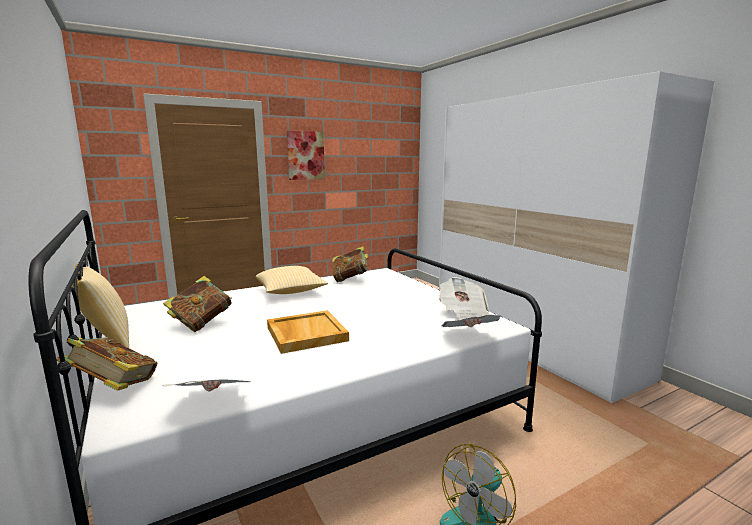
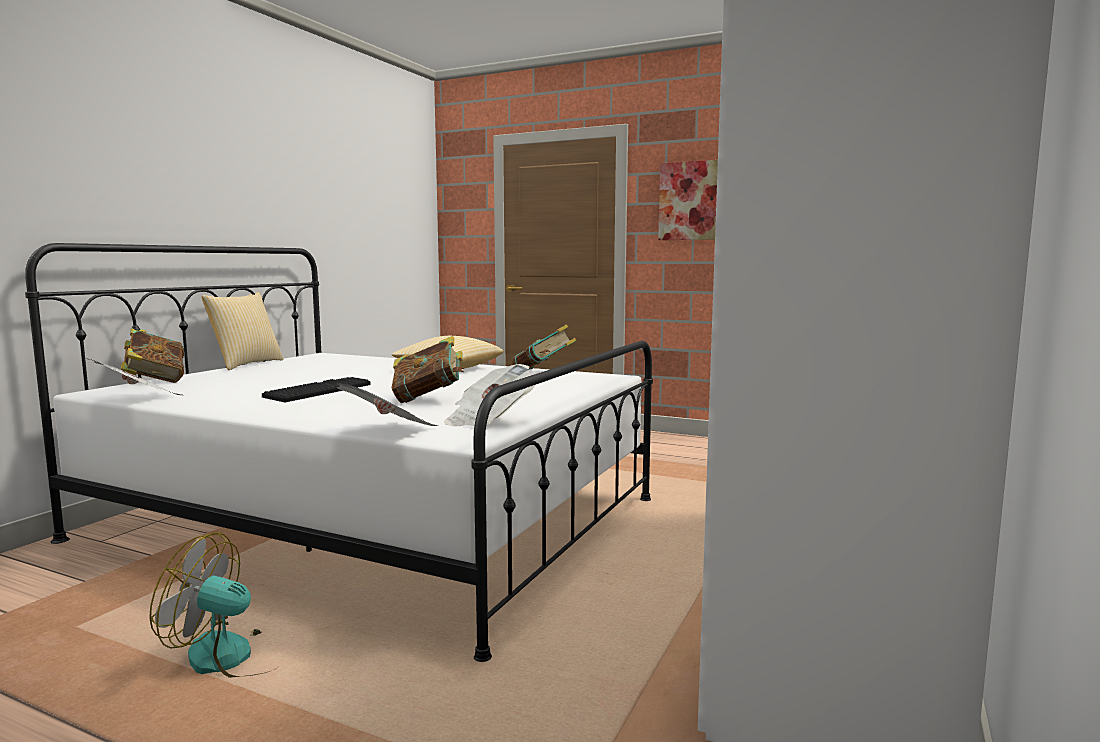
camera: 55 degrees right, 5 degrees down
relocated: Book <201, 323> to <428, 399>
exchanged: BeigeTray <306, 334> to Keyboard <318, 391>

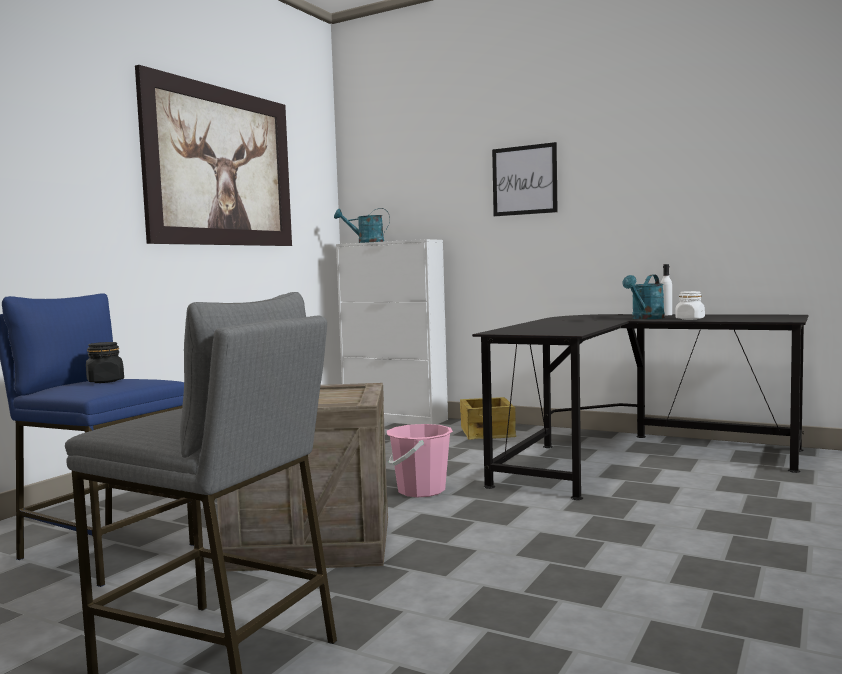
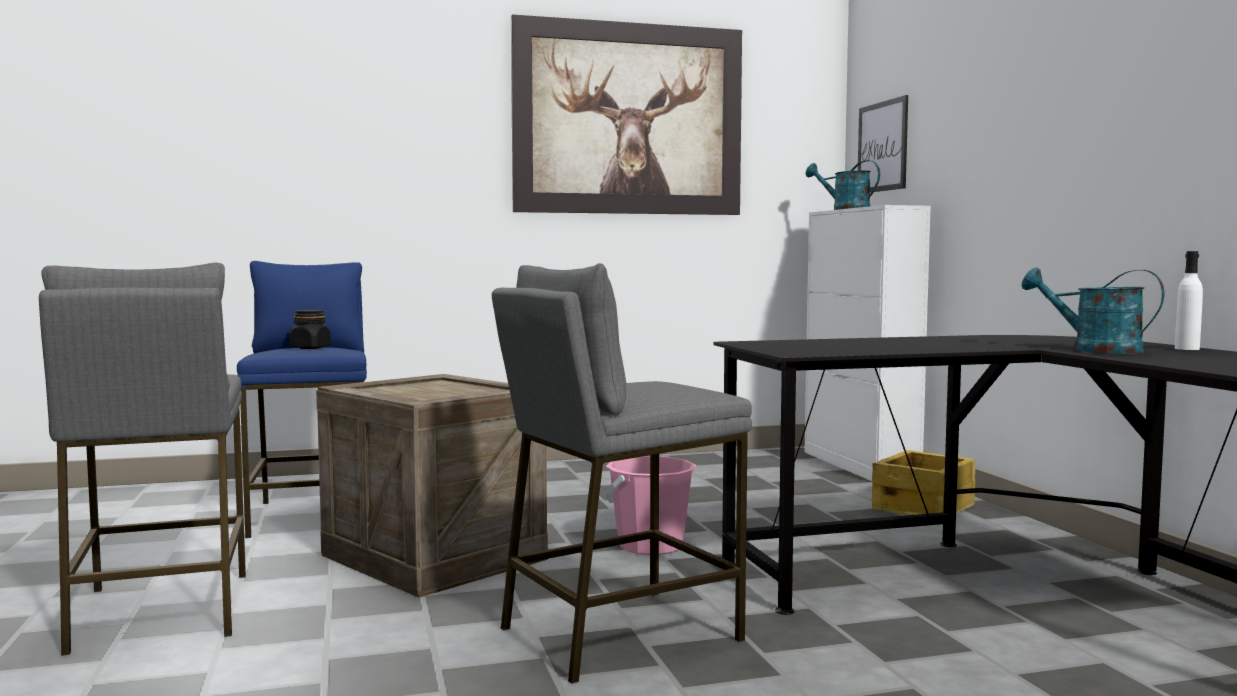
camera: 45 degrees right, 0 degrees up
missing: WhiteJar <690, 319>
appeared: GreyStool <618, 633>
relocated: Picture <524, 180> to <882, 146>
spun: TurquoiseWateringCan <645, 318> = <1094, 349> 45 degrees clockwise

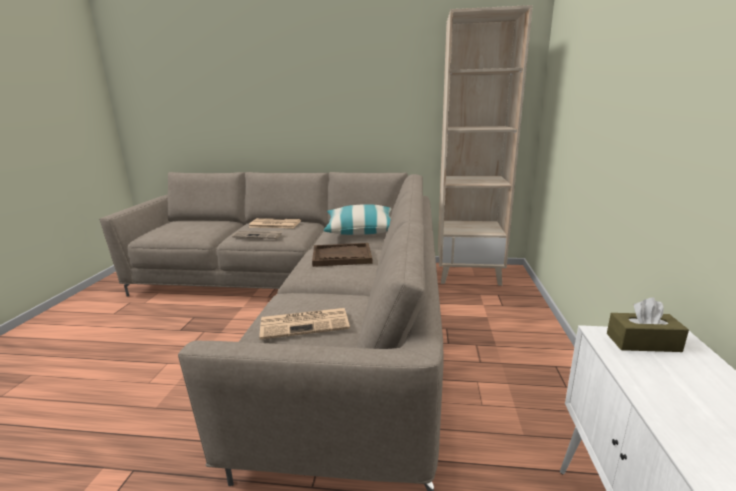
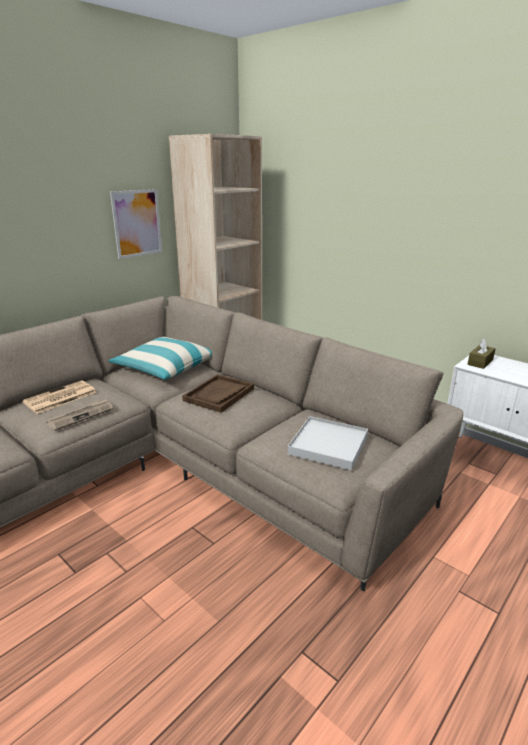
camera: 55 degrees left, 5 degrees up
appeared: Picture <137, 223>
exchanged: Newspaper <306, 323> to WhiteTray <328, 445>

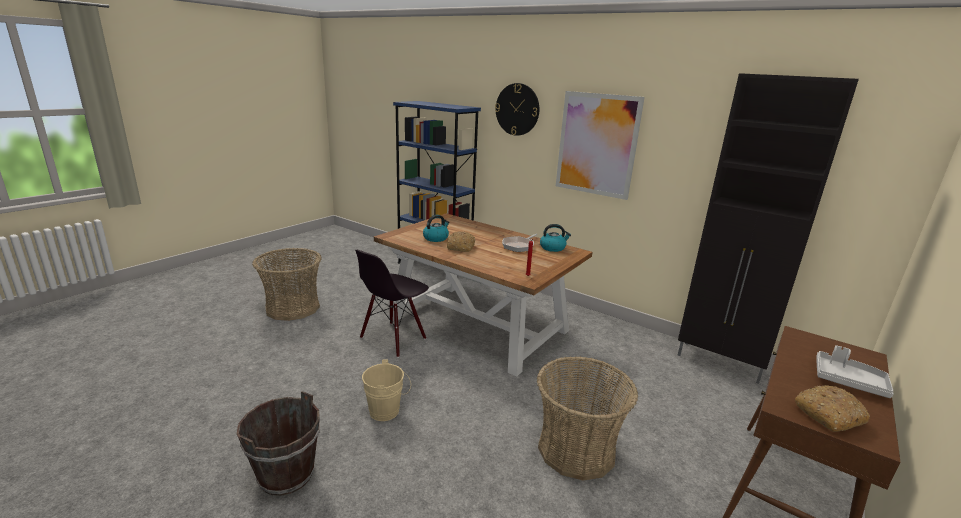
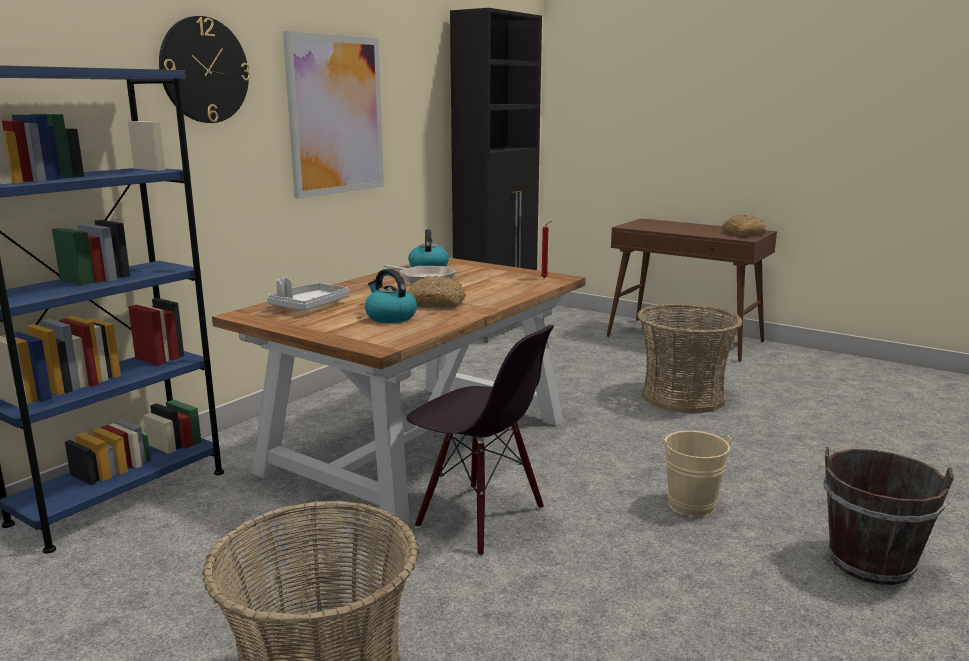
camera: 90 degrees left, 5 degrees down
relocated: GreyTray <848, 381> to <309, 306>

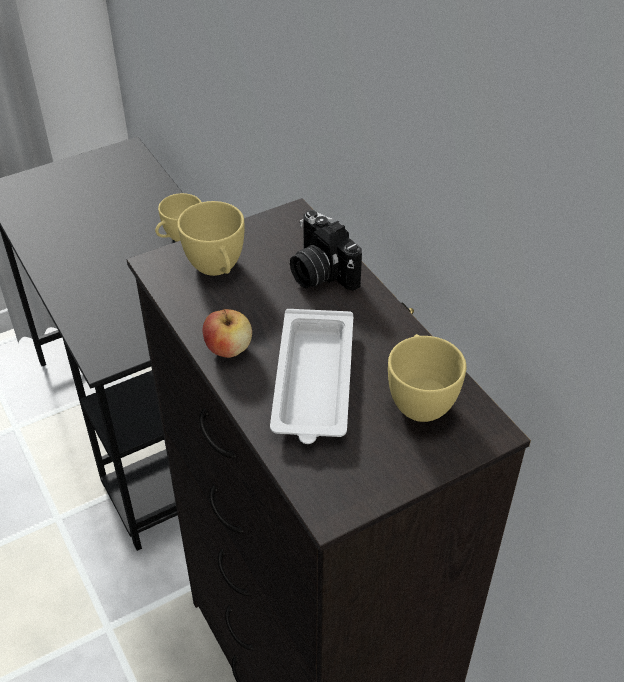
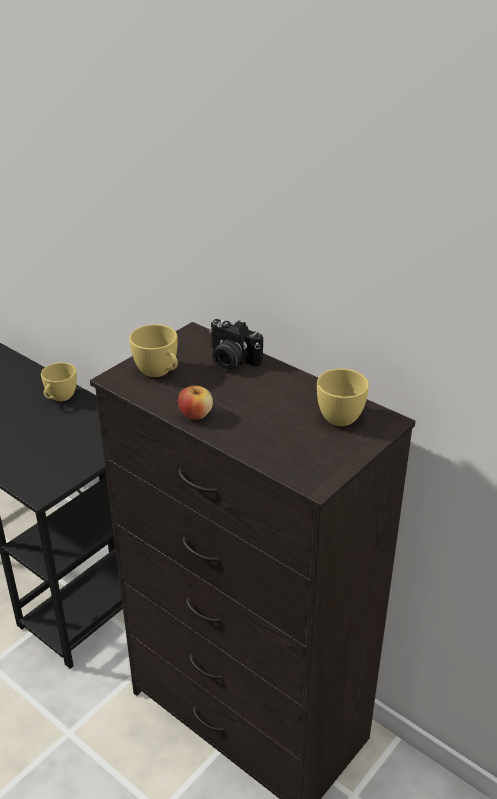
camera: 20 degrees left, 10 degrees down
missing: WhiteTray <313, 382>

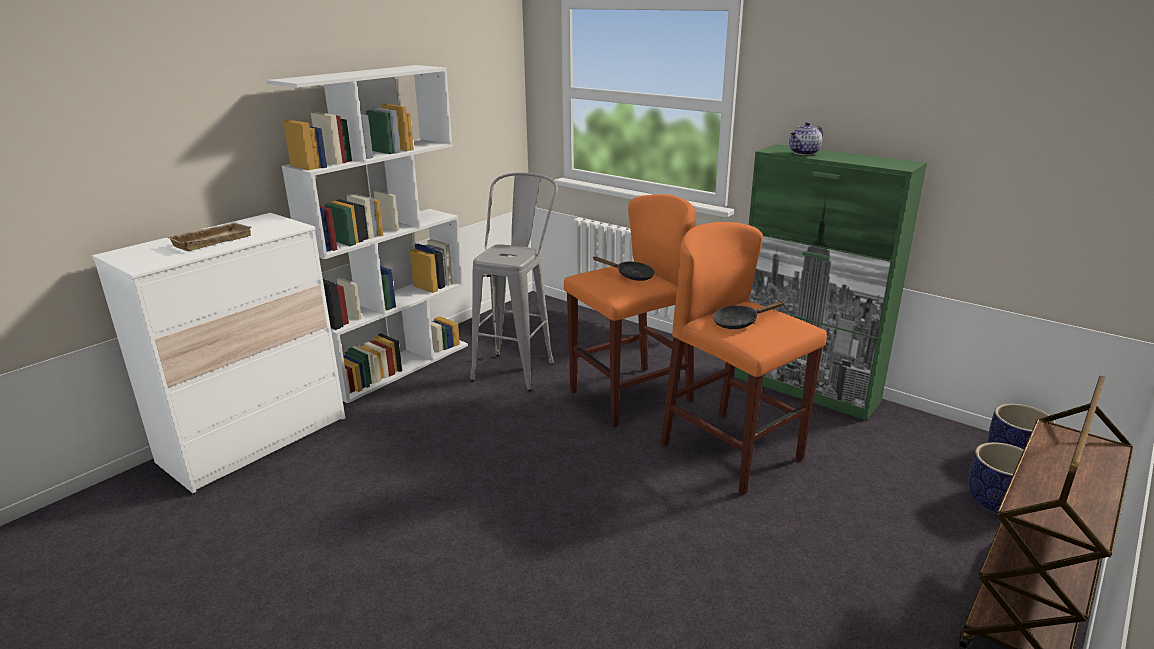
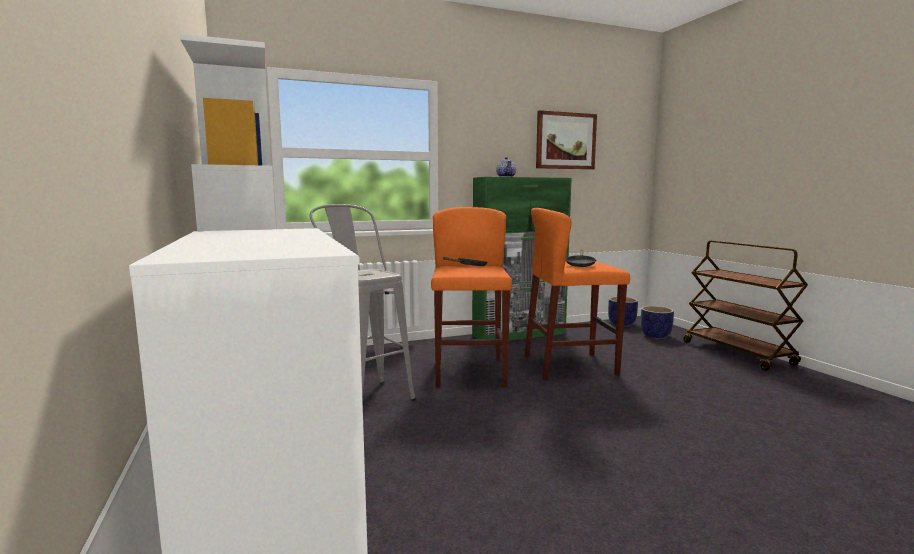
camera: 60 degrees left, 15 degrees down
missing: BeigeTray <211, 240>
appeared: Picture <565, 141>

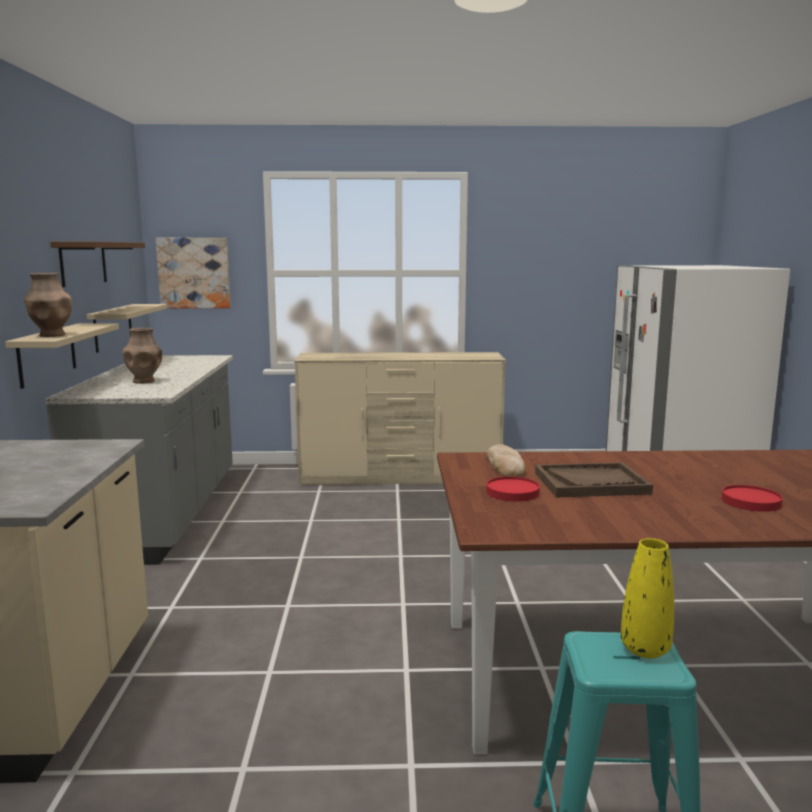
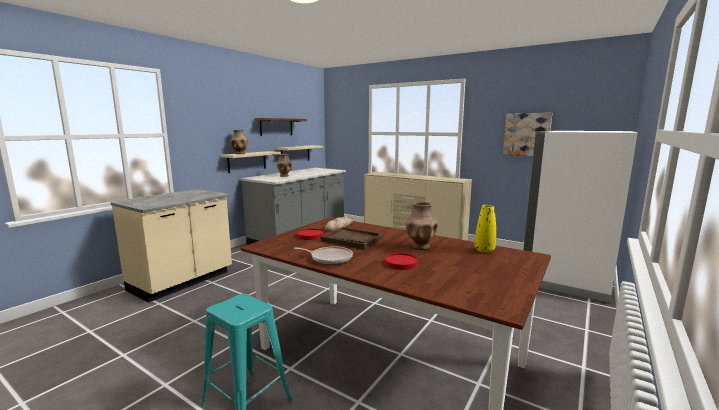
camera: 35 degrees right, 0 degrees up
appeared: FryingPan <329, 258>; BrownVase <421, 247>
relocated: YellowVase <645, 649> to <484, 250>; Picture <194, 273> to <526, 134>

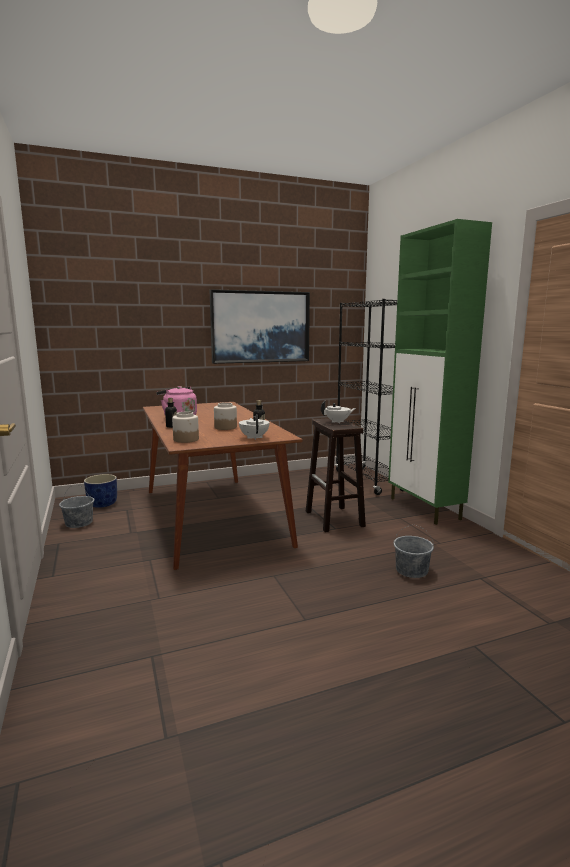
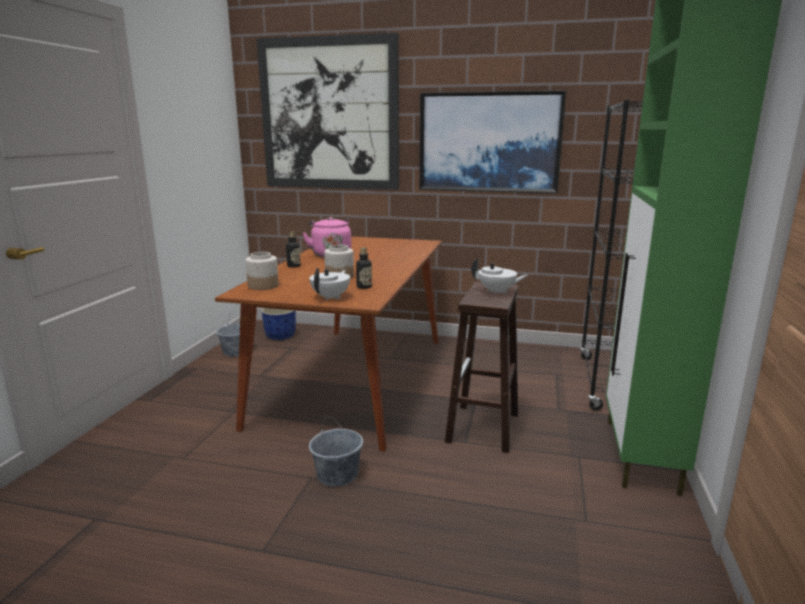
camera: 35 degrees right, 5 degrees up
appeared: Picture <329, 114>
relocated: GreyBucket <412, 570> to <337, 475>

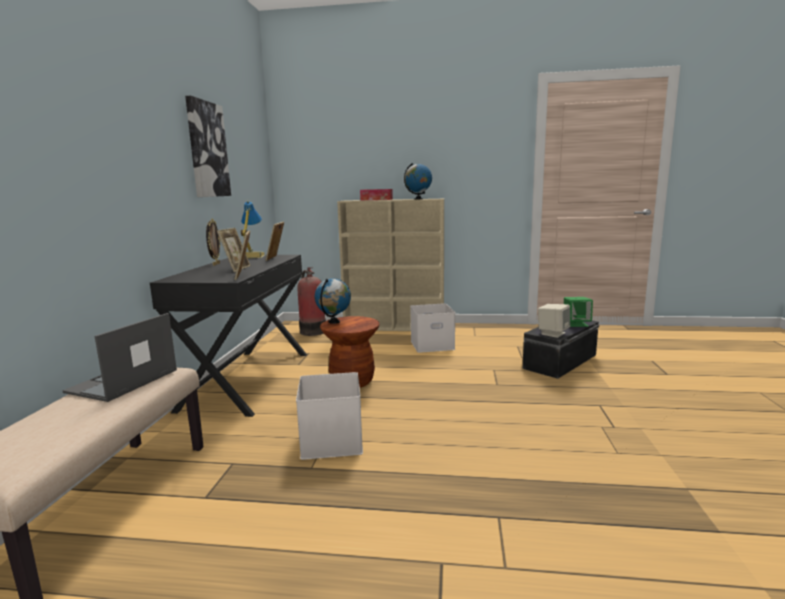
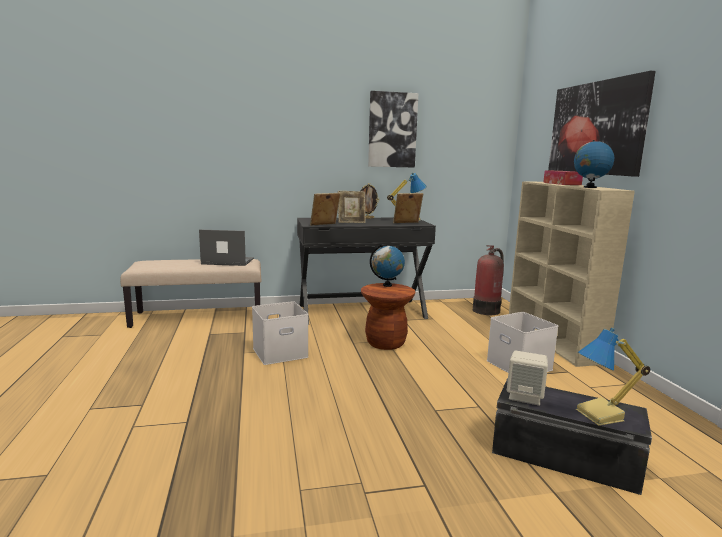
camera: 70 degrees right, 0 degrees up
appeared: Picture <596, 128>
exchanged: GreenSpeaker <576, 324> to TableLamp <601, 416>

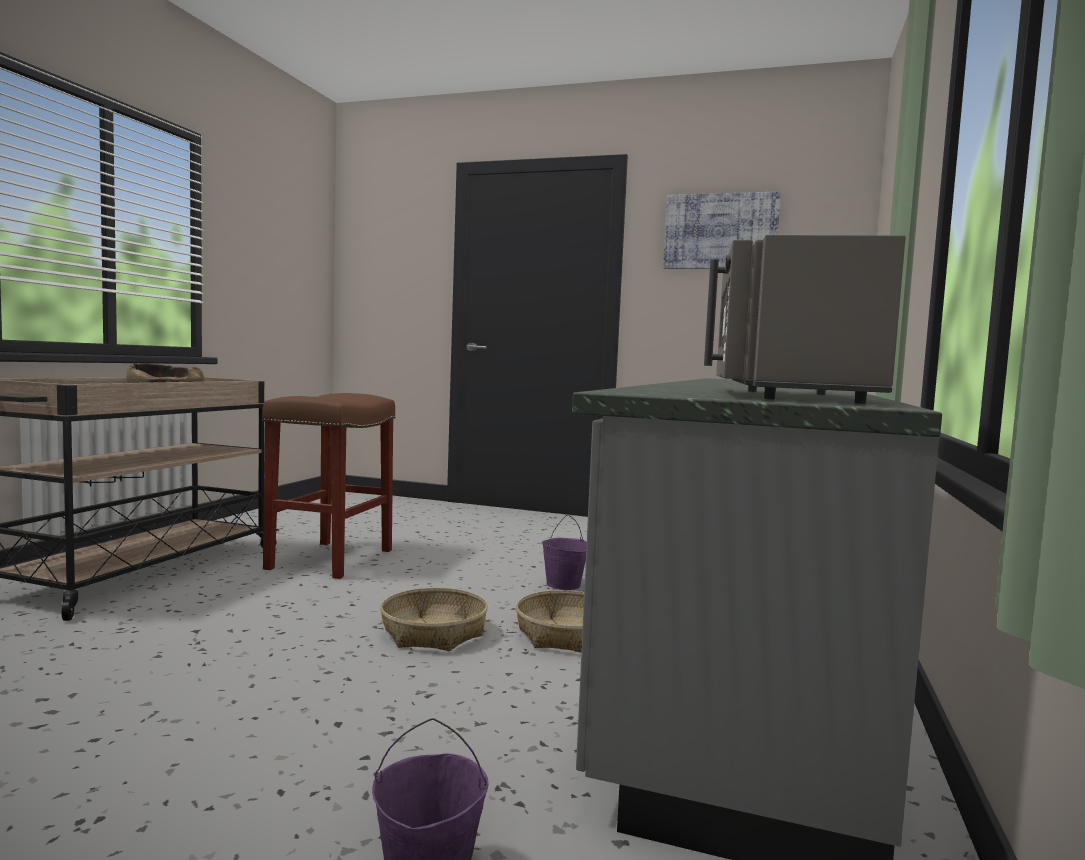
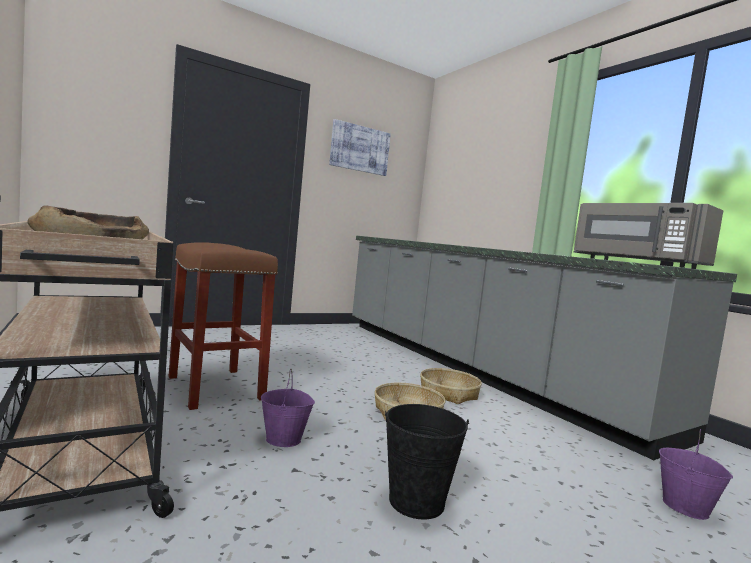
camera: 50 degrees left, 0 degrees up
appeared: BlackBucket <416, 501>
relocated: PurpleBucket <564, 585> to <284, 439>

